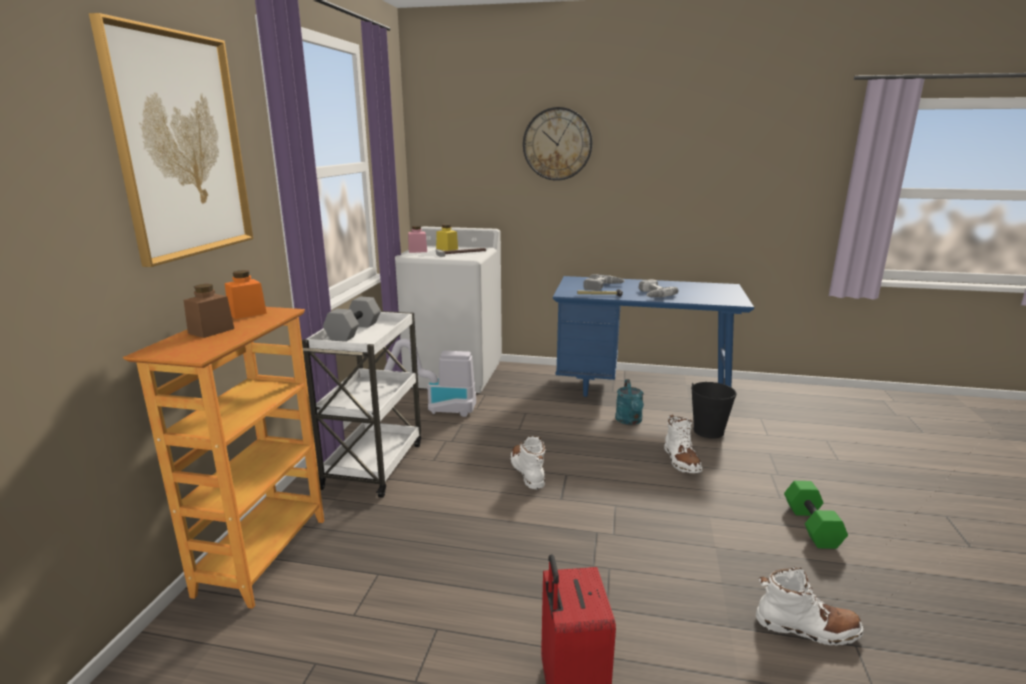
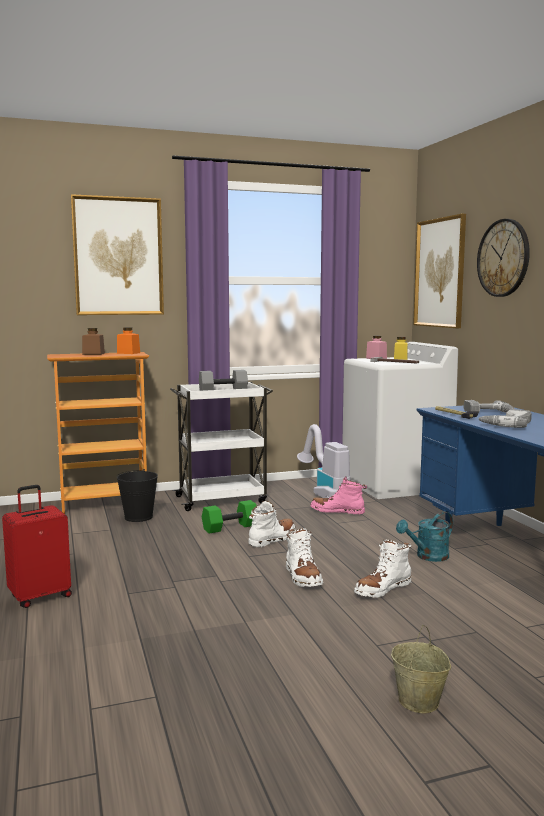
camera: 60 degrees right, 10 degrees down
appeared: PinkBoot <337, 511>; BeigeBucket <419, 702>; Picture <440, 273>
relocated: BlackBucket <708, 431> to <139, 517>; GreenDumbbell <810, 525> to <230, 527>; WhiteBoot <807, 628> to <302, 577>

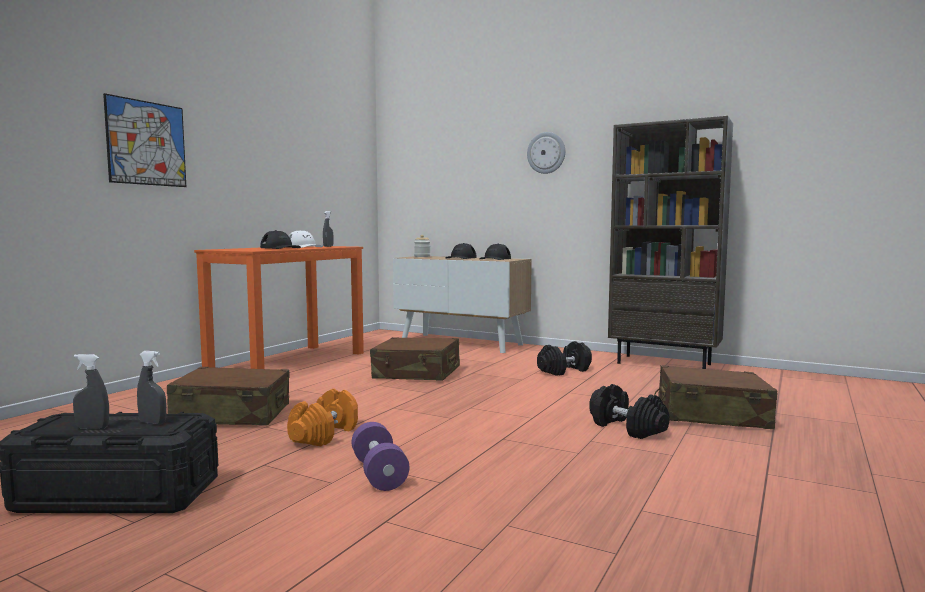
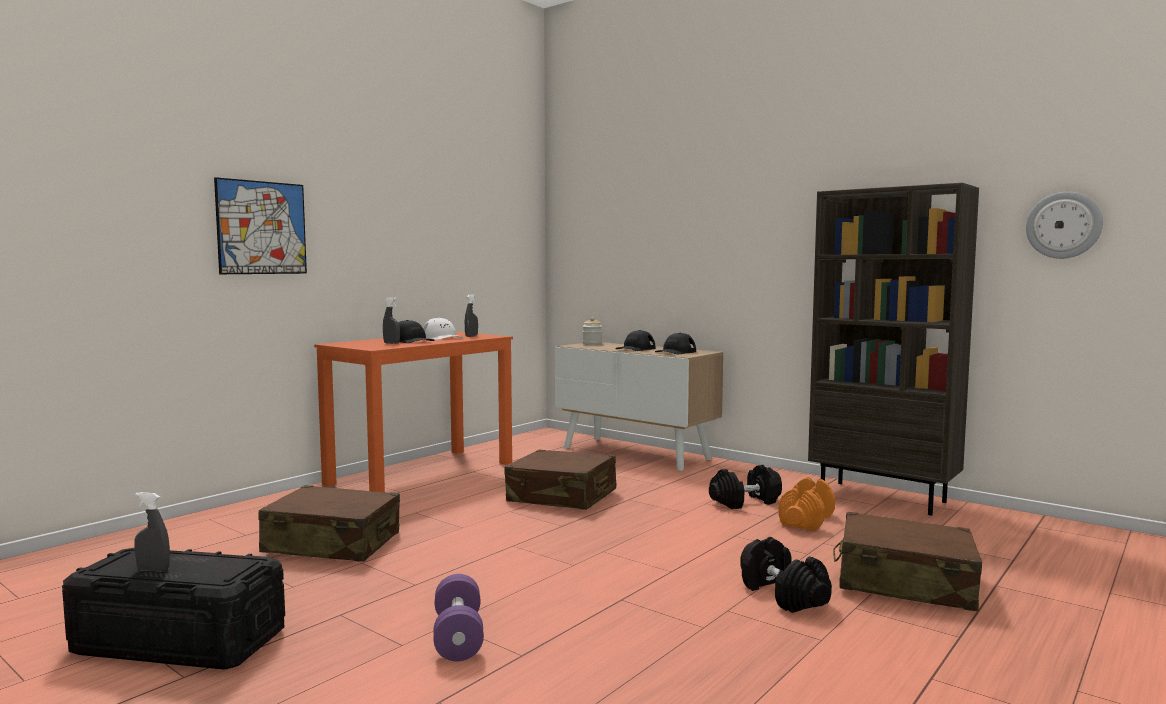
camera: 10 degrees right, 0 degrees up
relocated: GreySprayBottle <153, 422> to <391, 343>; OrangeDumbbell <324, 435> to <806, 520>; WallClock <546, 153> to <1063, 225>

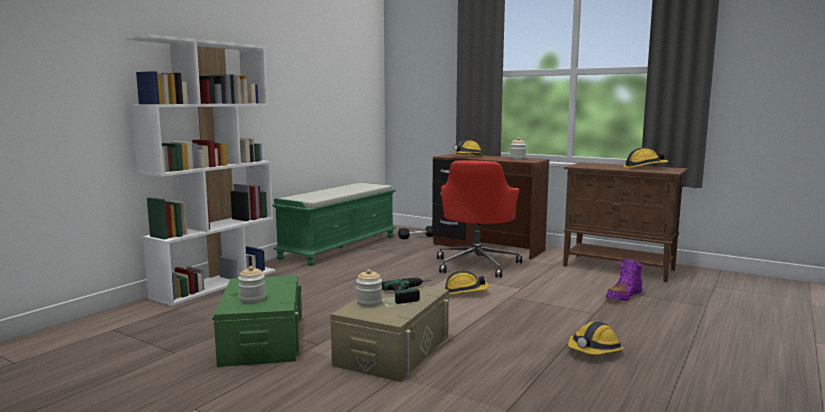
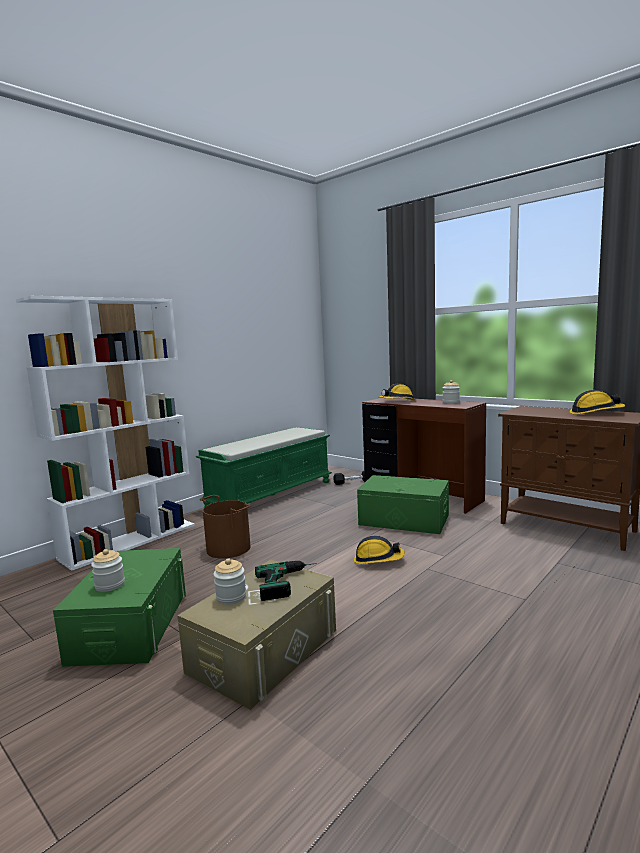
camera: 10 degrees right, 0 degrees up
missing: HardHat <594, 351>; PurpleBoot <623, 296>
appeared: BrownBucket <229, 548>
exchanged: RedOfficeChair <477, 264> to GreenStorageBox <404, 519>

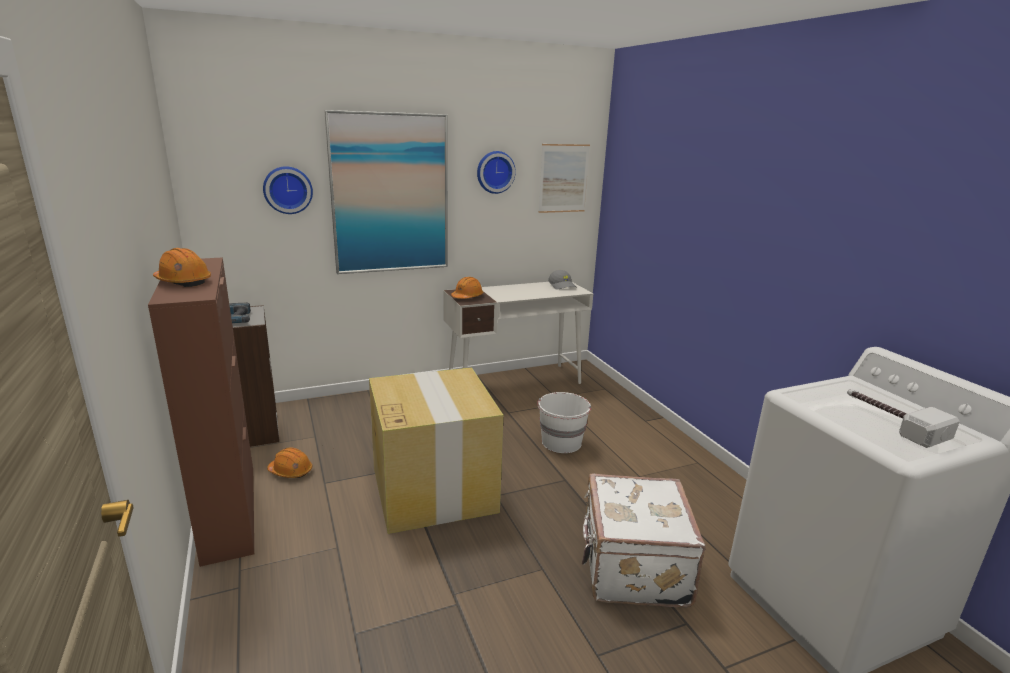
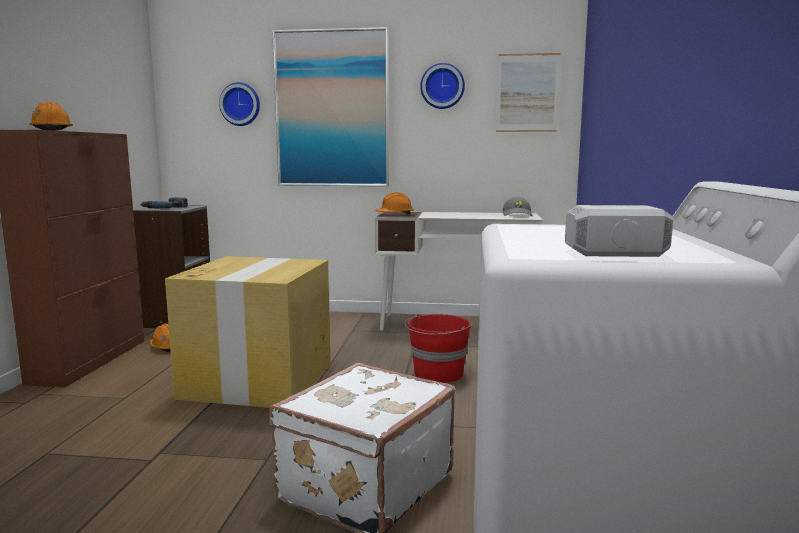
camera: 30 degrees right, 10 degrees down
colour: WhiteBucket <561, 443> to RedBucket <438, 374>

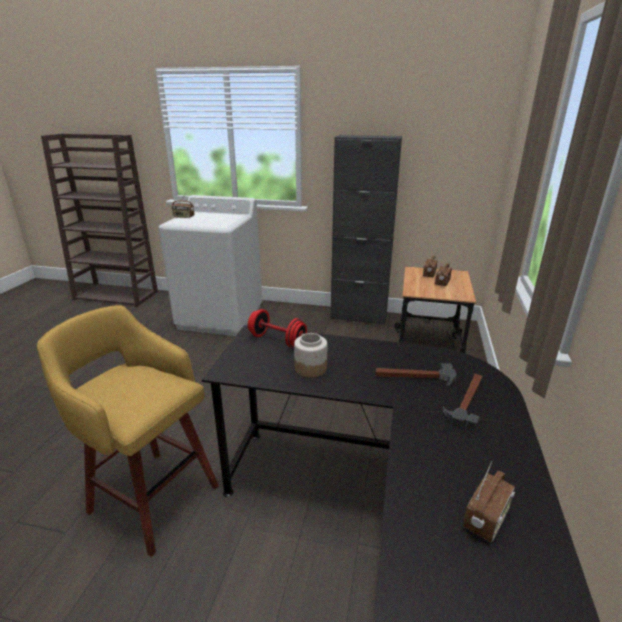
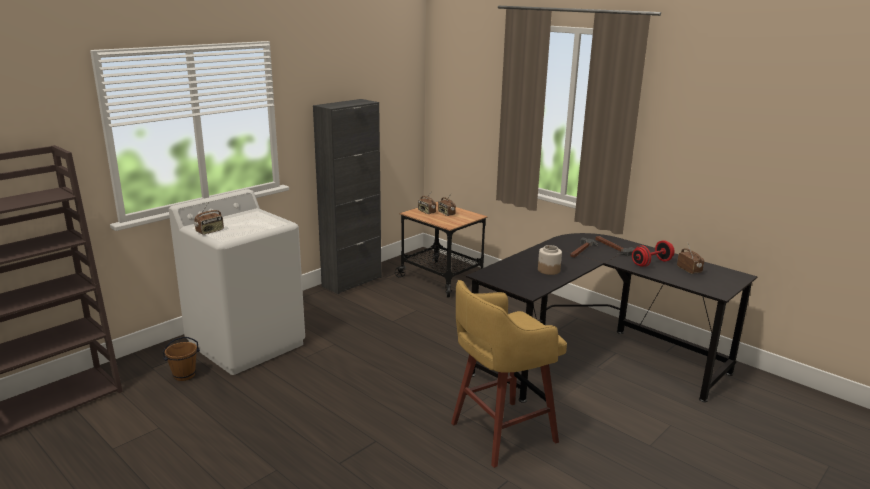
camera: 60 degrees left, 5 degrees down
appeared: BrownBucket <184, 375>
relocated: RedDumbbell <277, 340> to <651, 263>

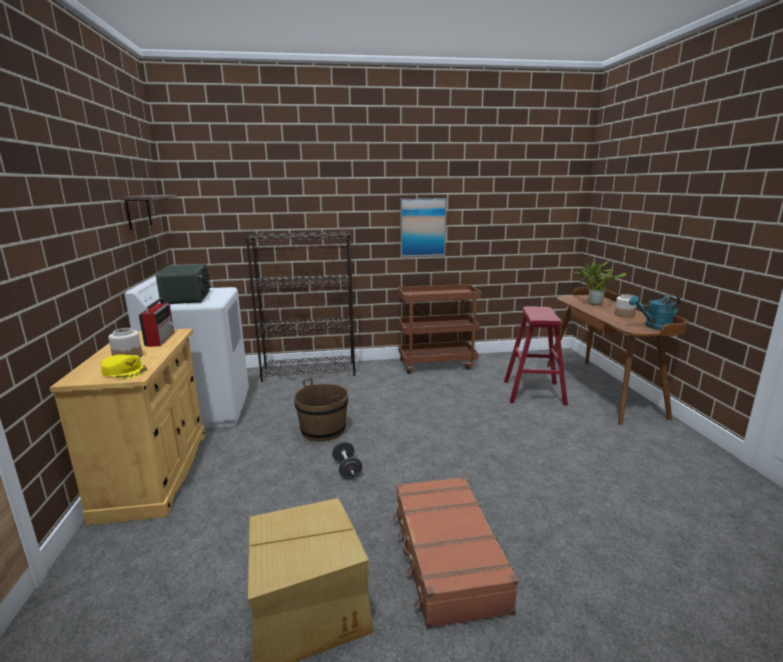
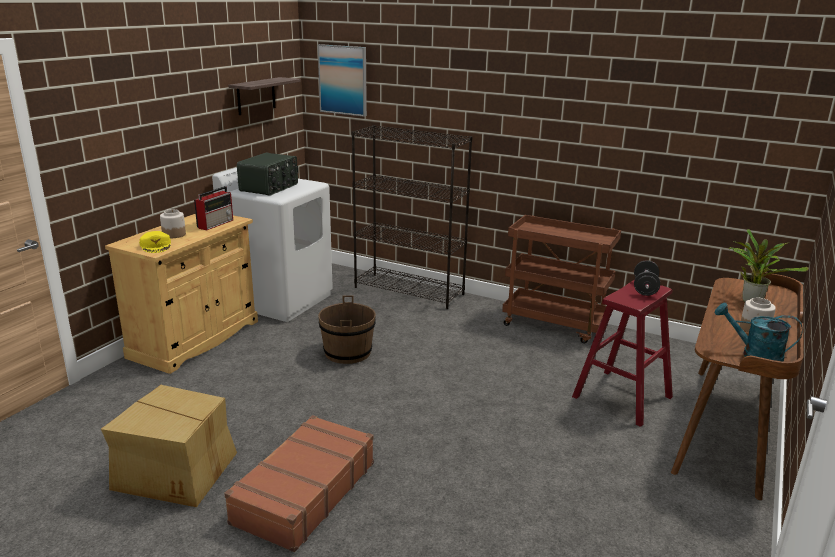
camera: 35 degrees right, 5 degrees up
relocated: Picture <422, 227> to <343, 80>; BlackDumbbell <347, 469> to <645, 289>

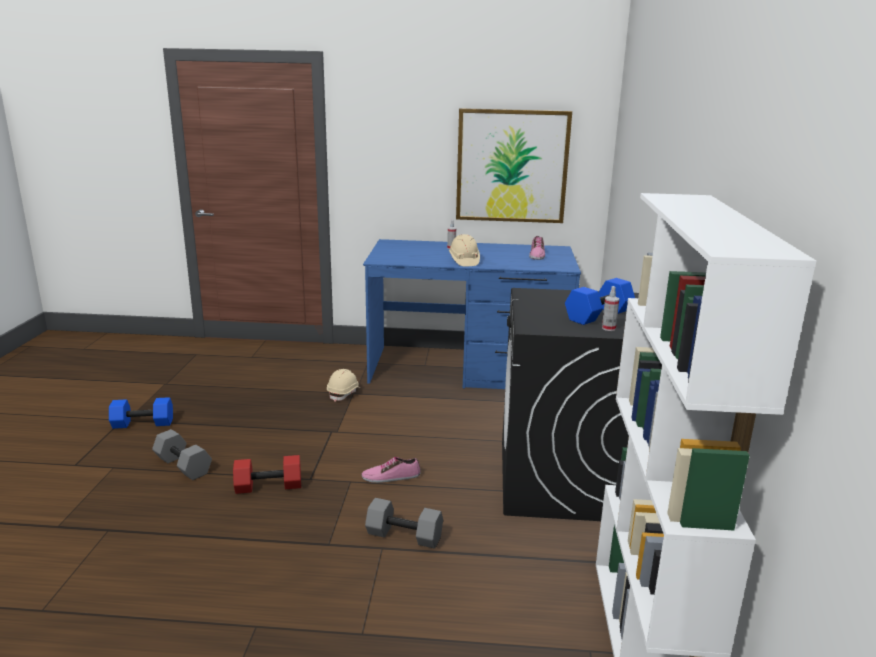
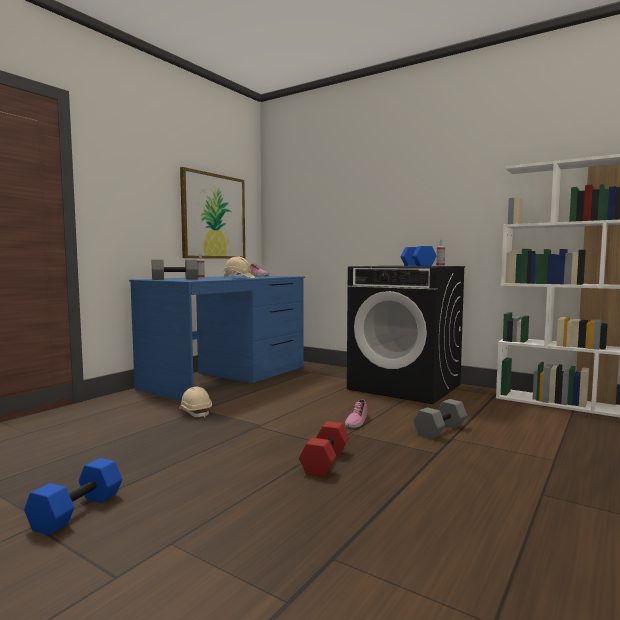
camera: 60 degrees left, 15 degrees down
relocated: GreyDumbbell <184, 465> to <175, 279>

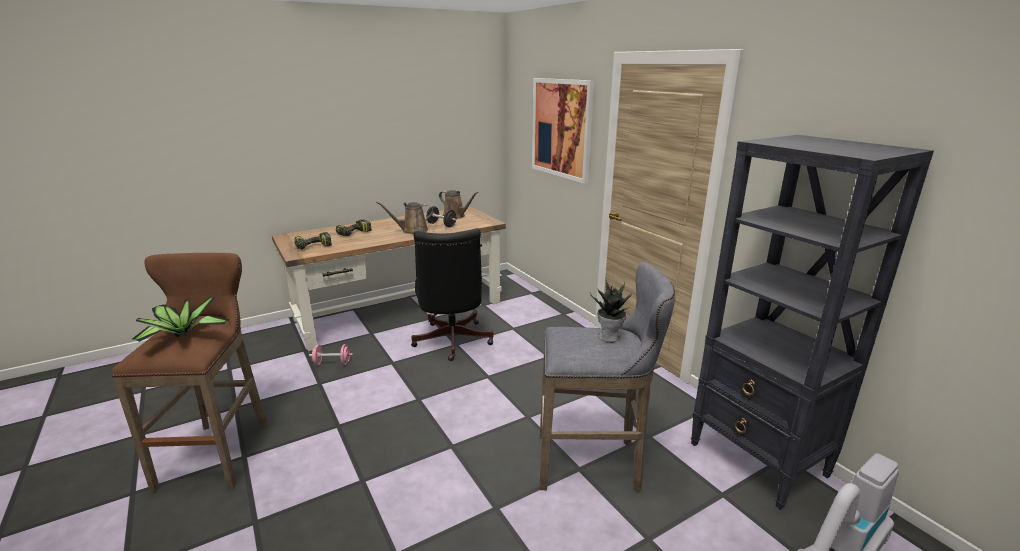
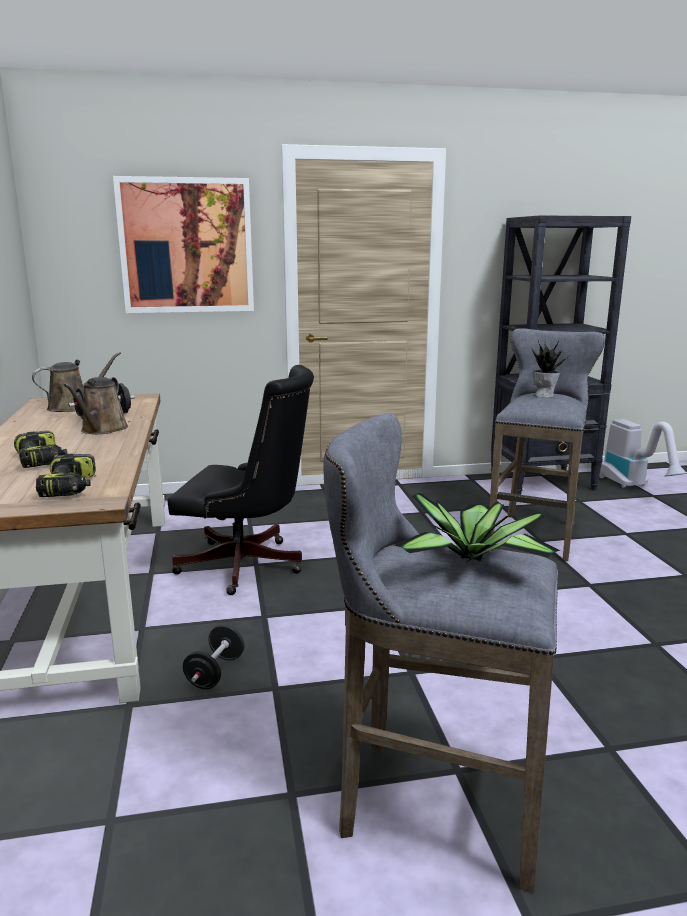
camera: 70 degrees left, 5 degrees down
colour: PinkDumbbell <332, 363> to BlackDumbbell <215, 672>; BrownStool <219, 451> to GreyStool <432, 805>

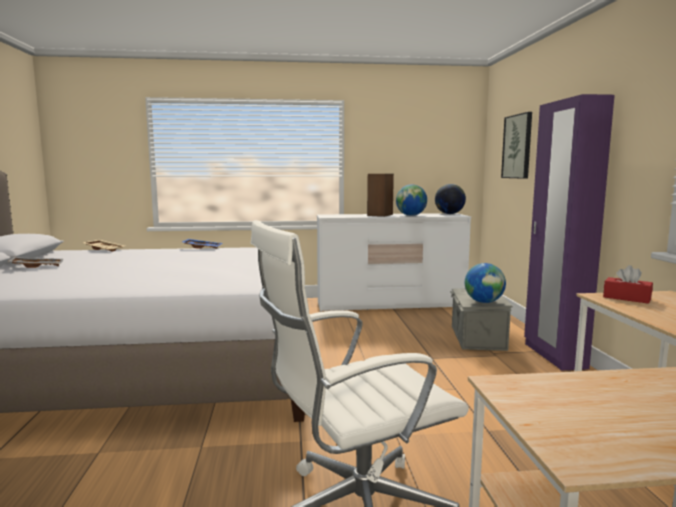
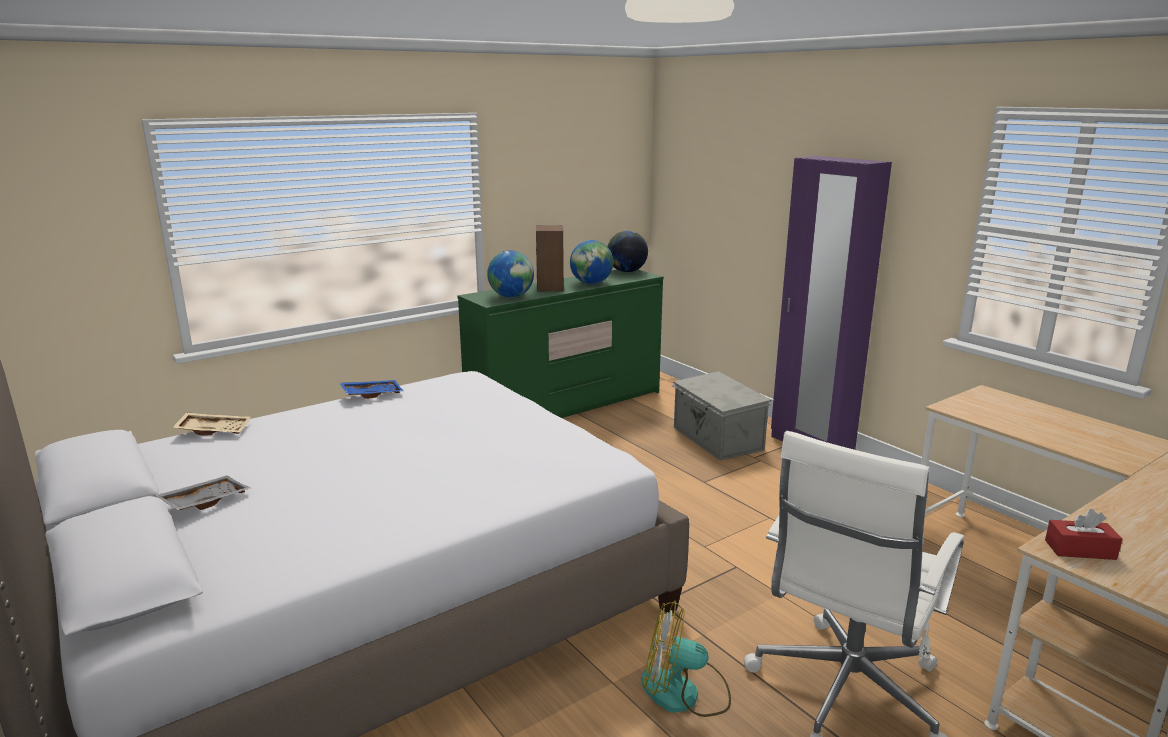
camera: 30 degrees left, 10 degrees up
missing: Picture <517, 146>
appeared: Fan <684, 693>
relocated: Globe <484, 302> to <511, 296>; RedTissueBox <626, 298> to <1080, 550>
colour: WhiteDresser <390, 304> to GreenDresser <566, 407>

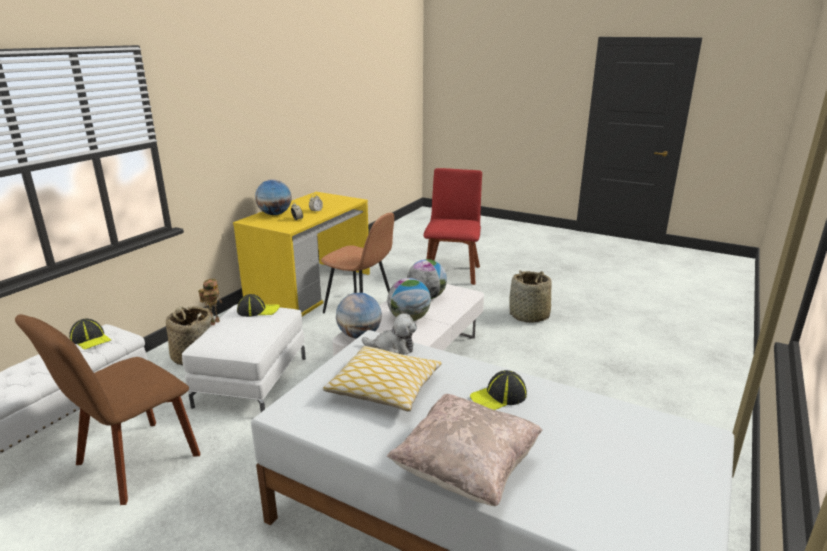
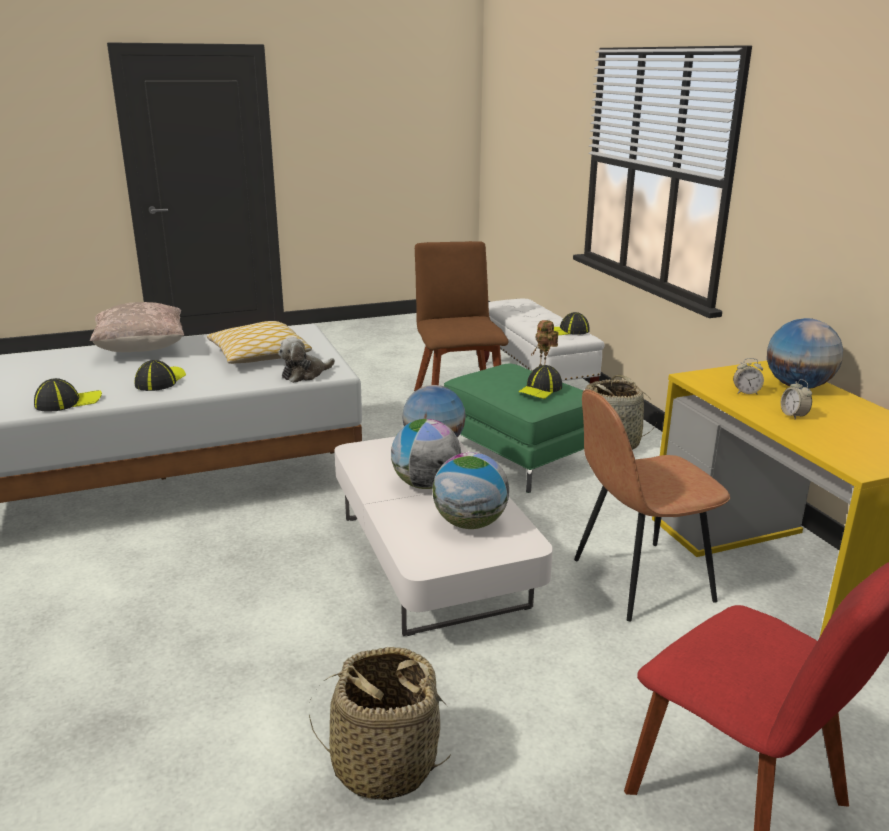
camera: 130 degrees right, 0 degrees up
appeared: Cap <68, 402>
colour: WhiteOttoman <252, 381> to GreenOttoman <516, 456>

